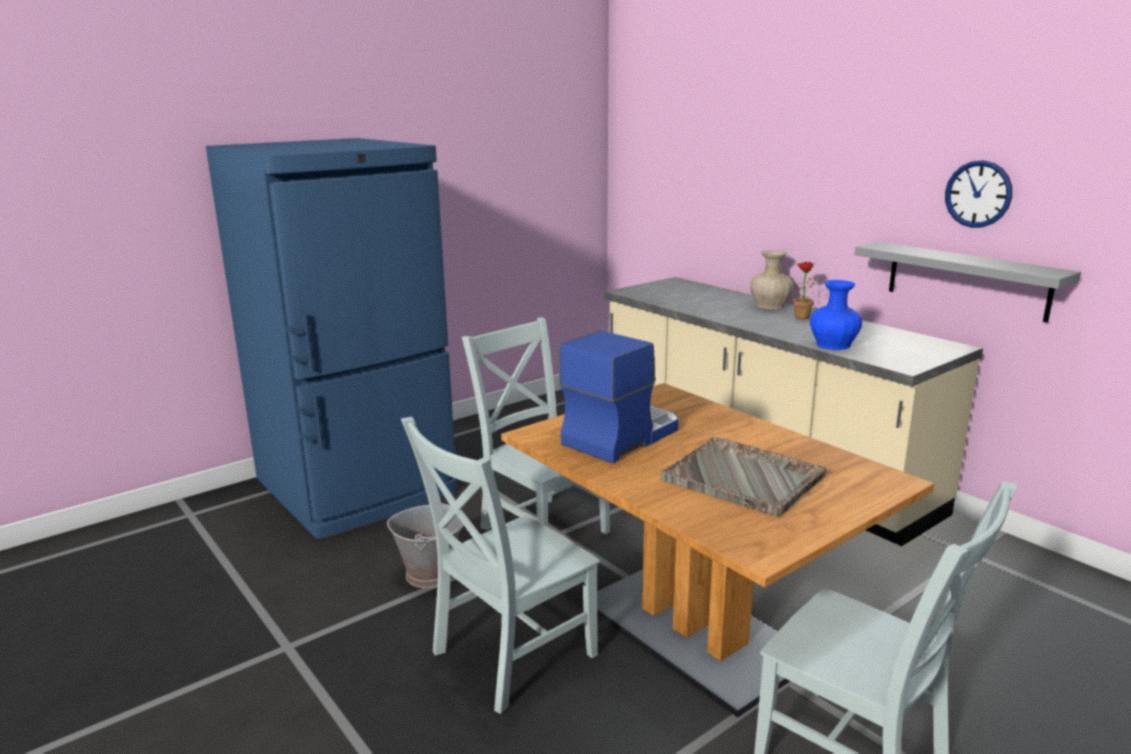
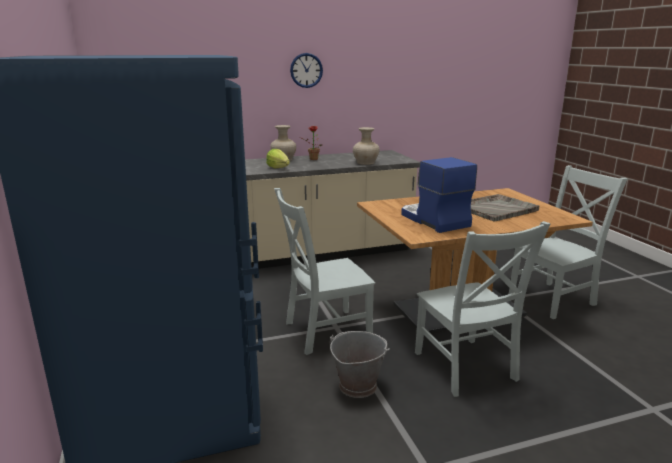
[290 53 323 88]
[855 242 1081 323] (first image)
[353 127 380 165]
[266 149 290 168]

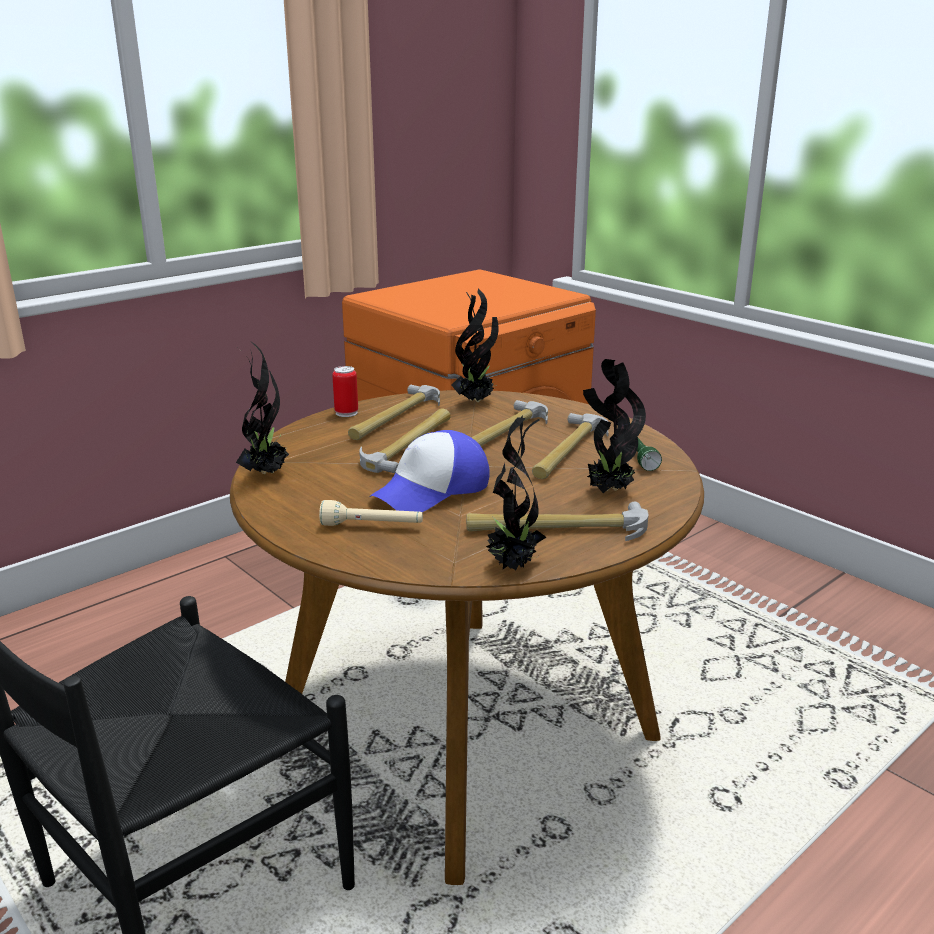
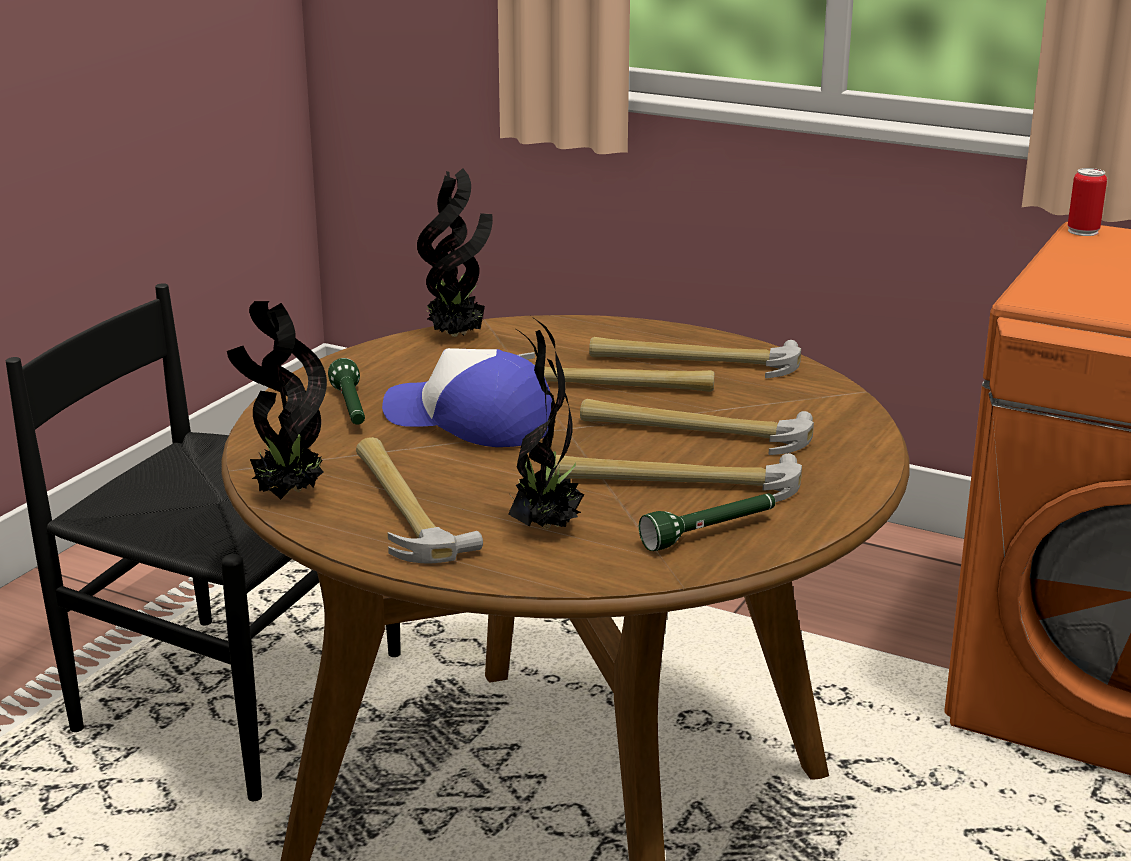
[451 289 499 402] (first image)
[1068 168 1107 236]
[328 358 365 425]

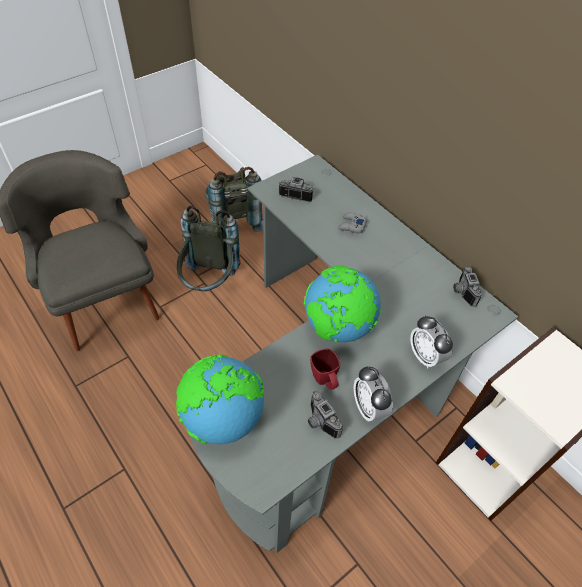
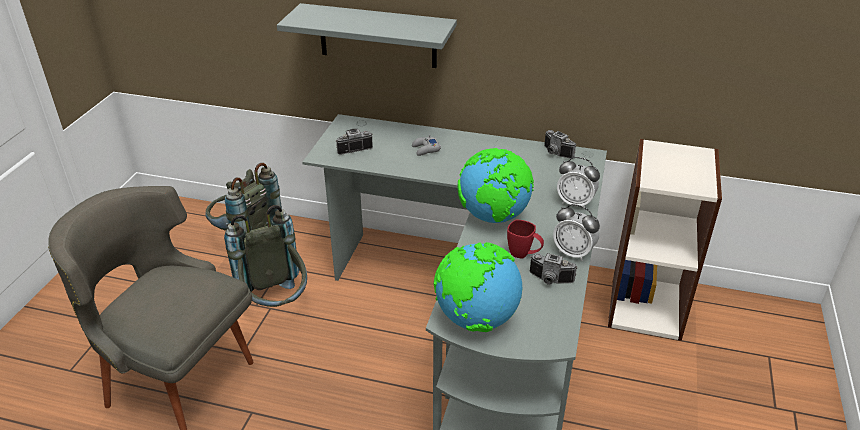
[277 3 457 68]

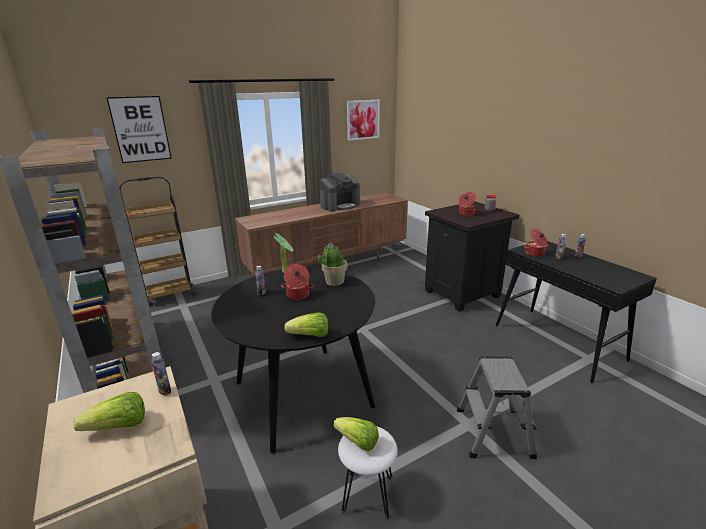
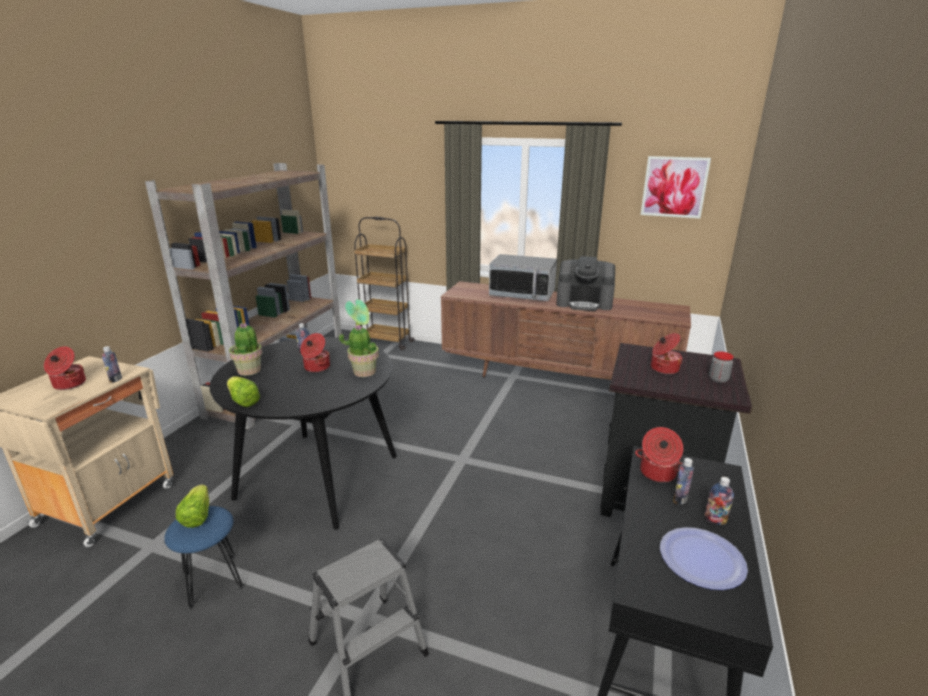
[106 96 172 163] (first image)
[44 346 86 390]
[164 506 243 609]
[489 254 557 301]
[229 322 262 376]
[660 527 748 590]

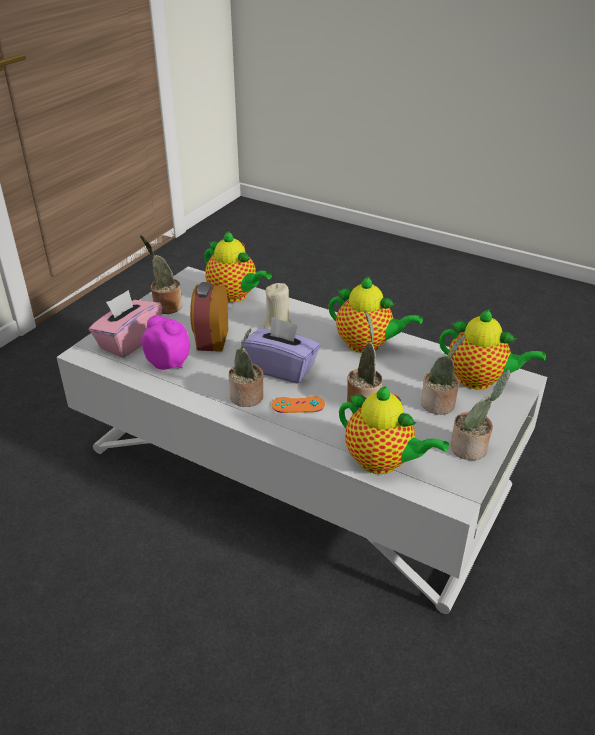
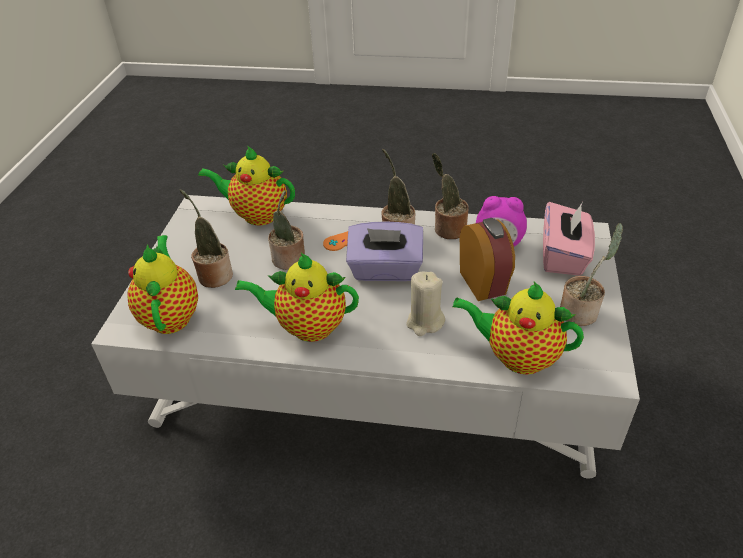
[127 235 198 334]
[432 153 469 239]

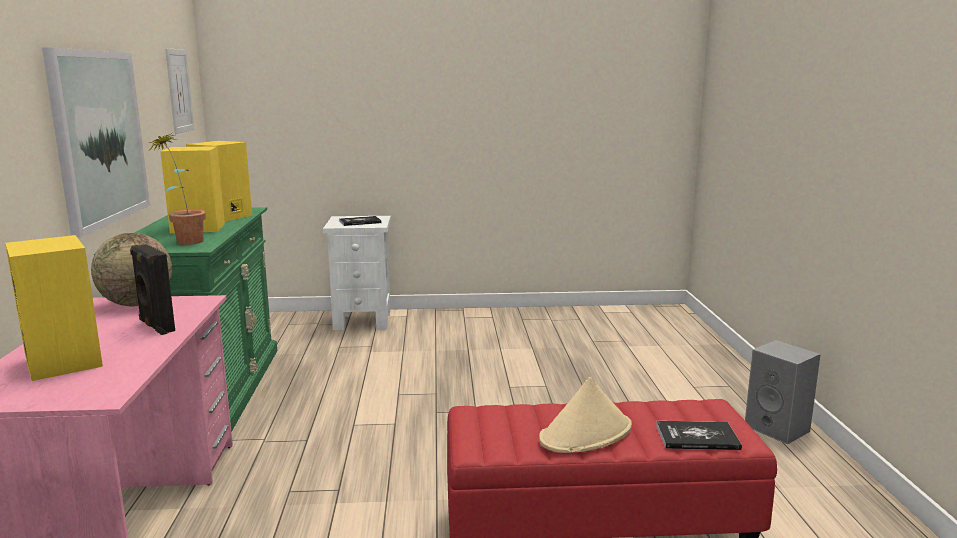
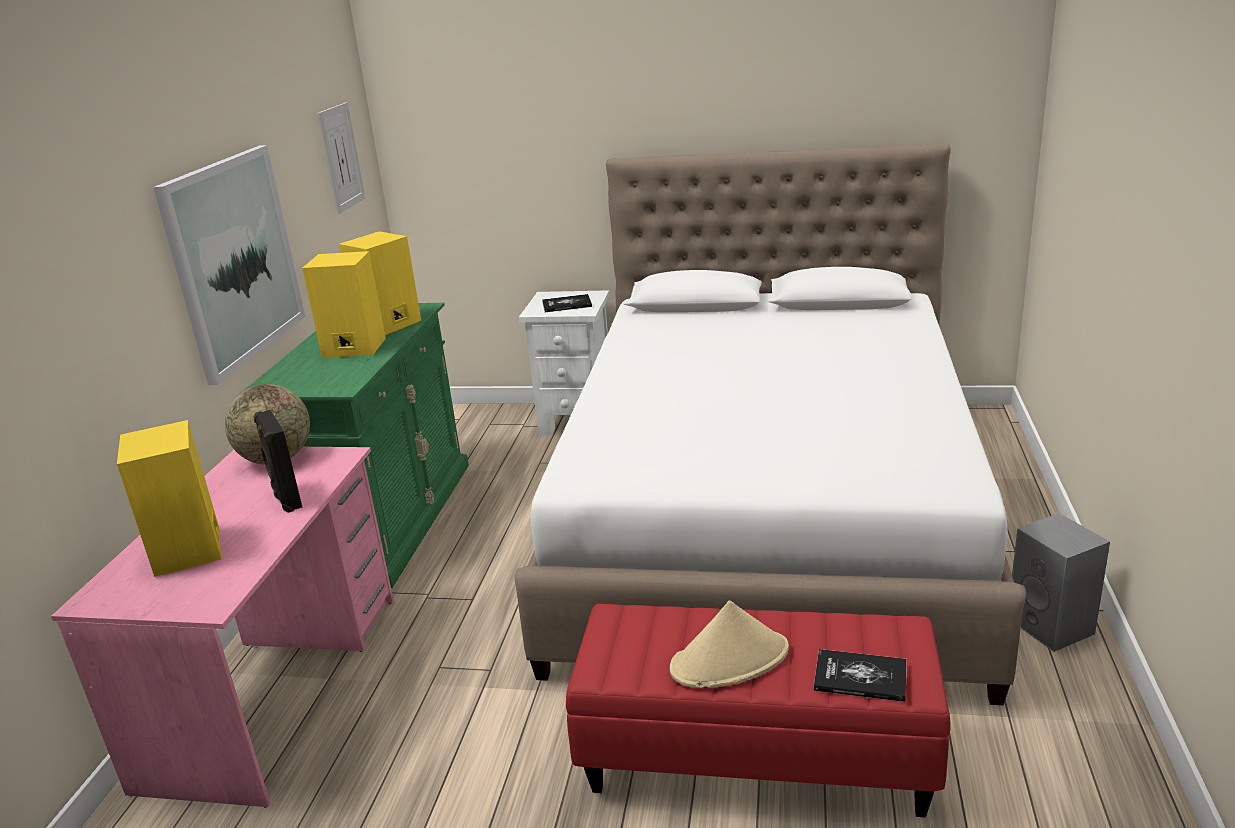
[148 132 206 245] (first image)
[514 143 1026 705]

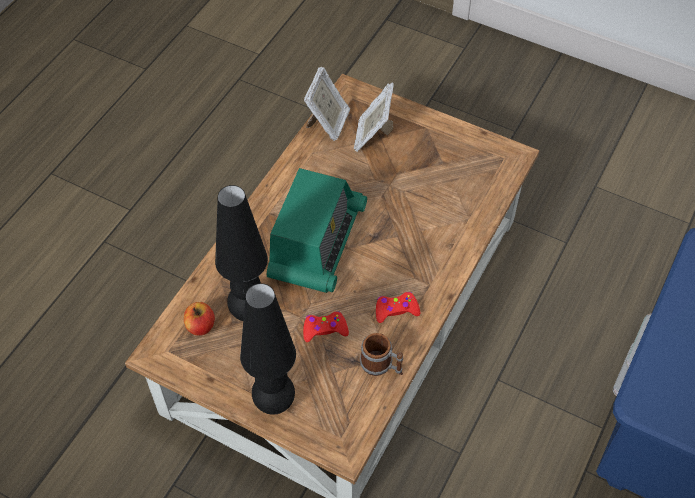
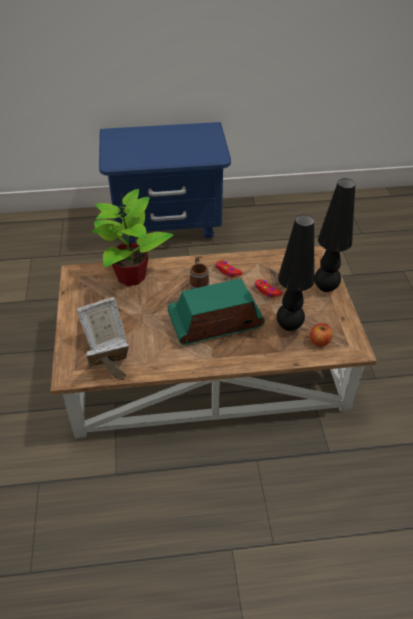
[189 257 210 289]
[91 189 174 286]

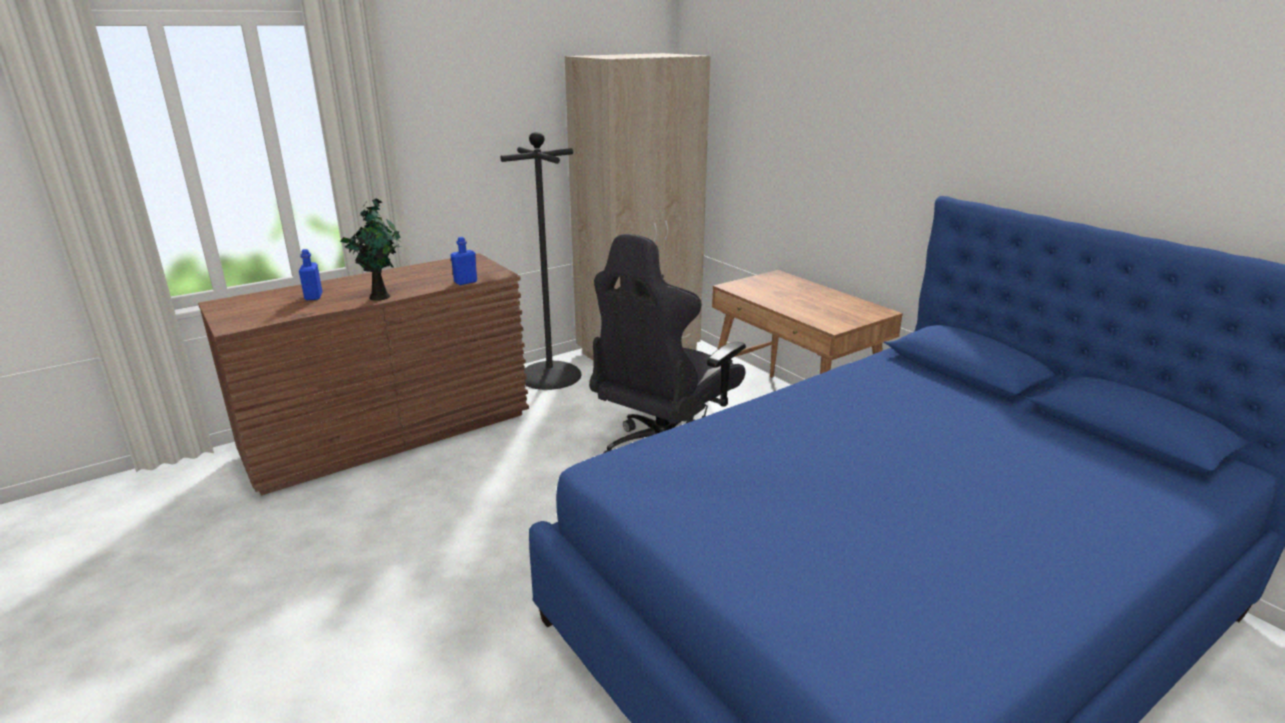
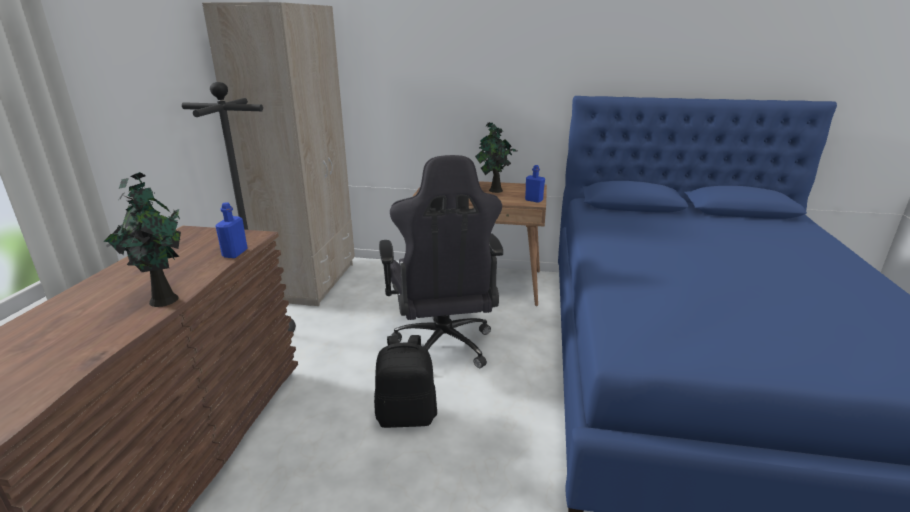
[525 165 545 203]
[475 121 517 193]
[374 335 437 428]

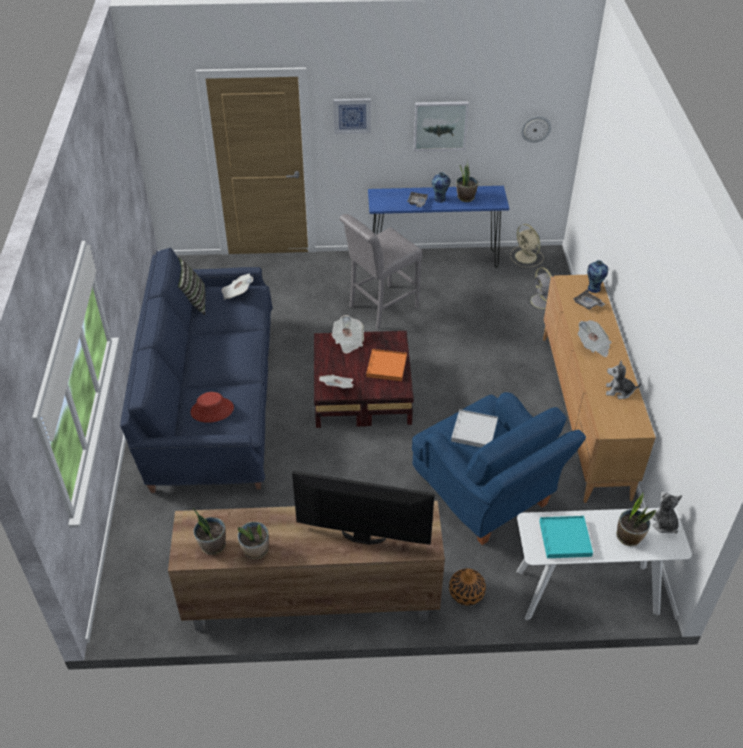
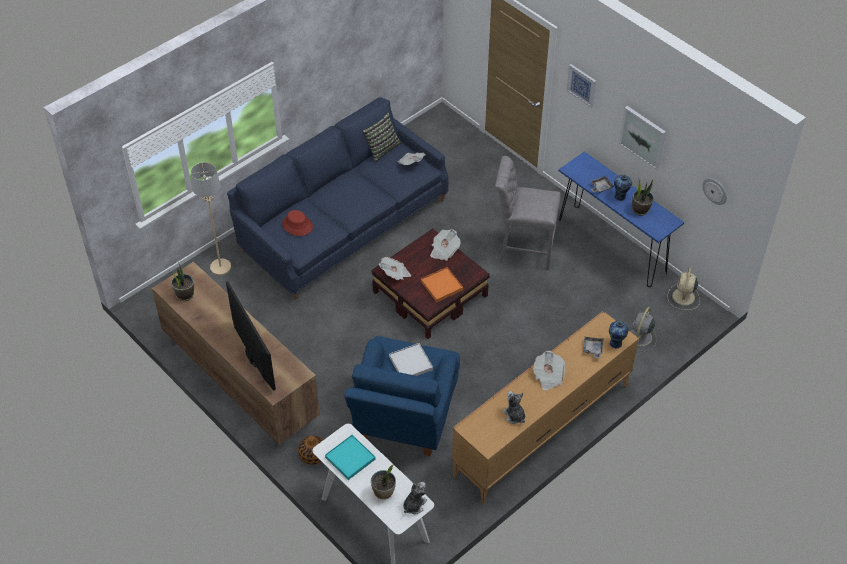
[238 522 269 559] (first image)
[191 162 231 276]

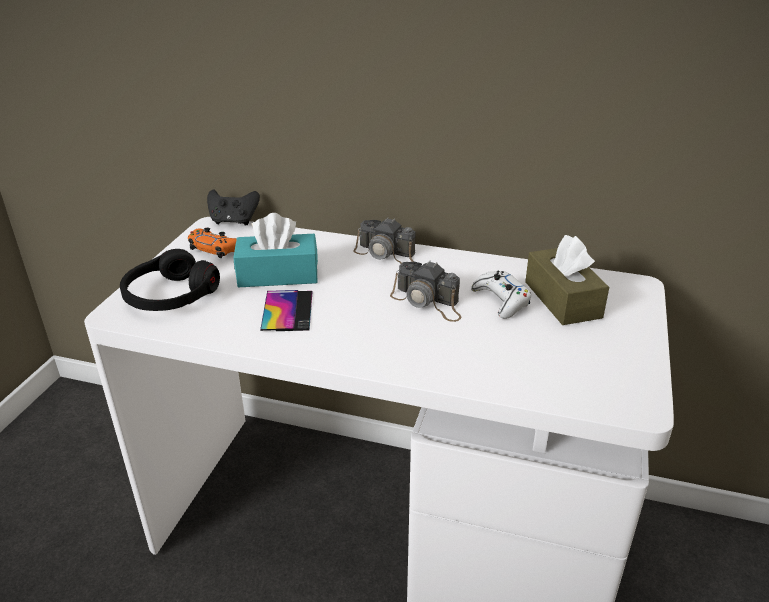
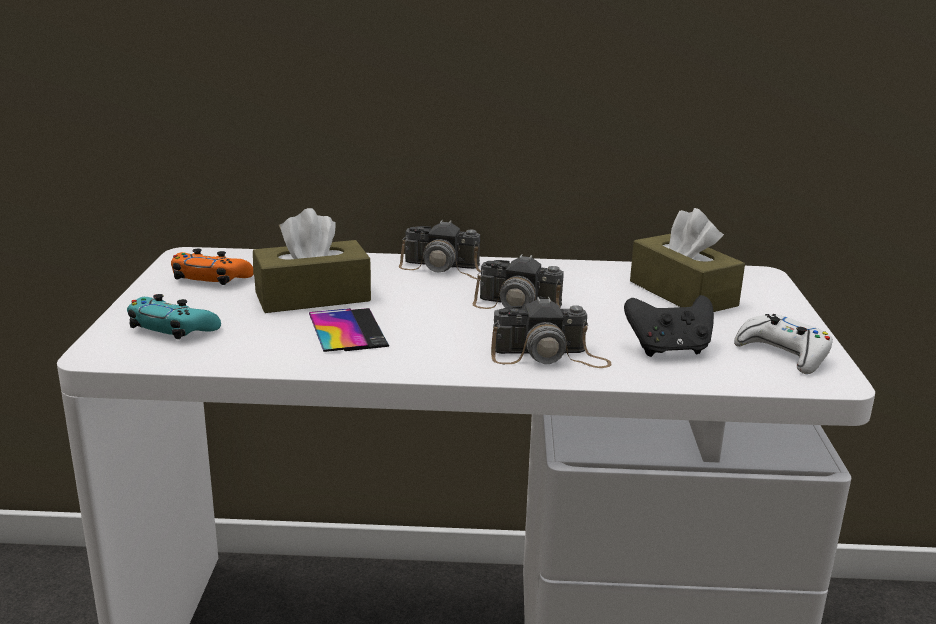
[624 295 714 357]
[253 208 371 313]
[127 294 221 339]
[734 314 833 374]
[491 297 611 368]

